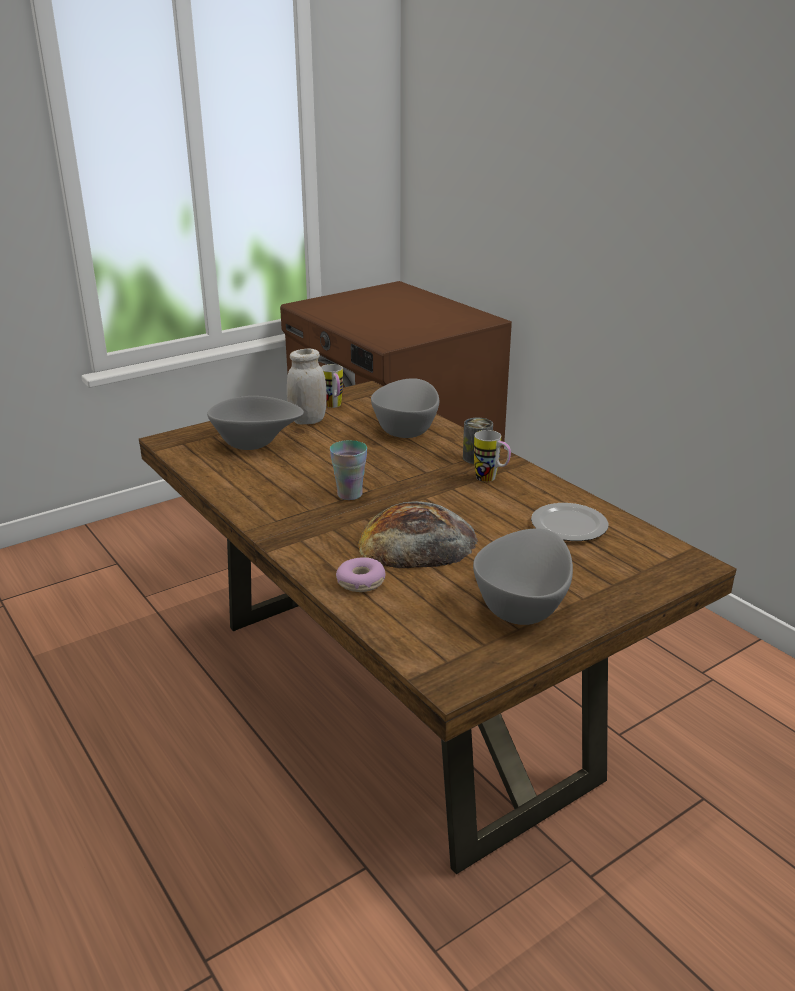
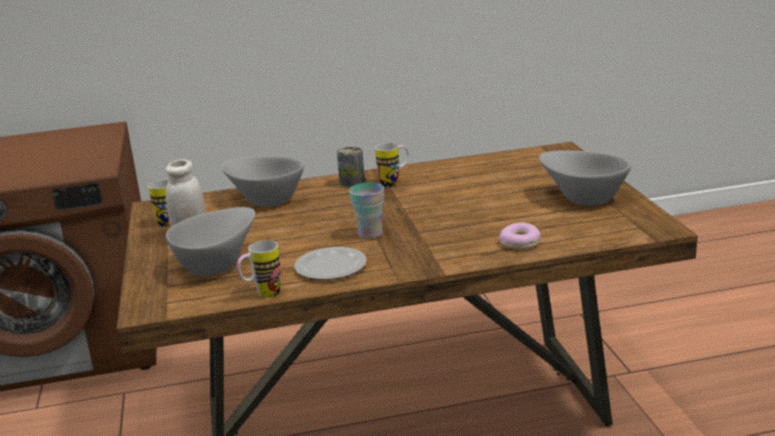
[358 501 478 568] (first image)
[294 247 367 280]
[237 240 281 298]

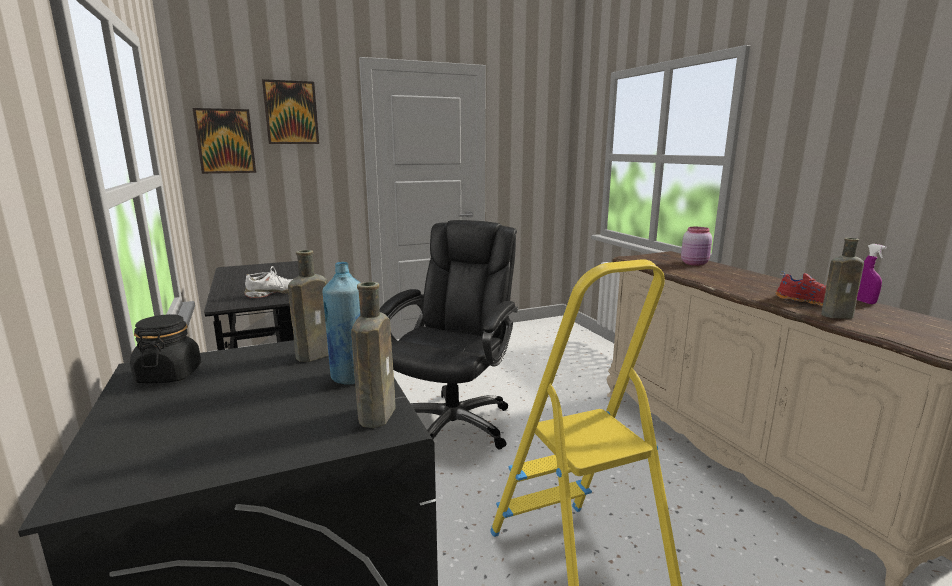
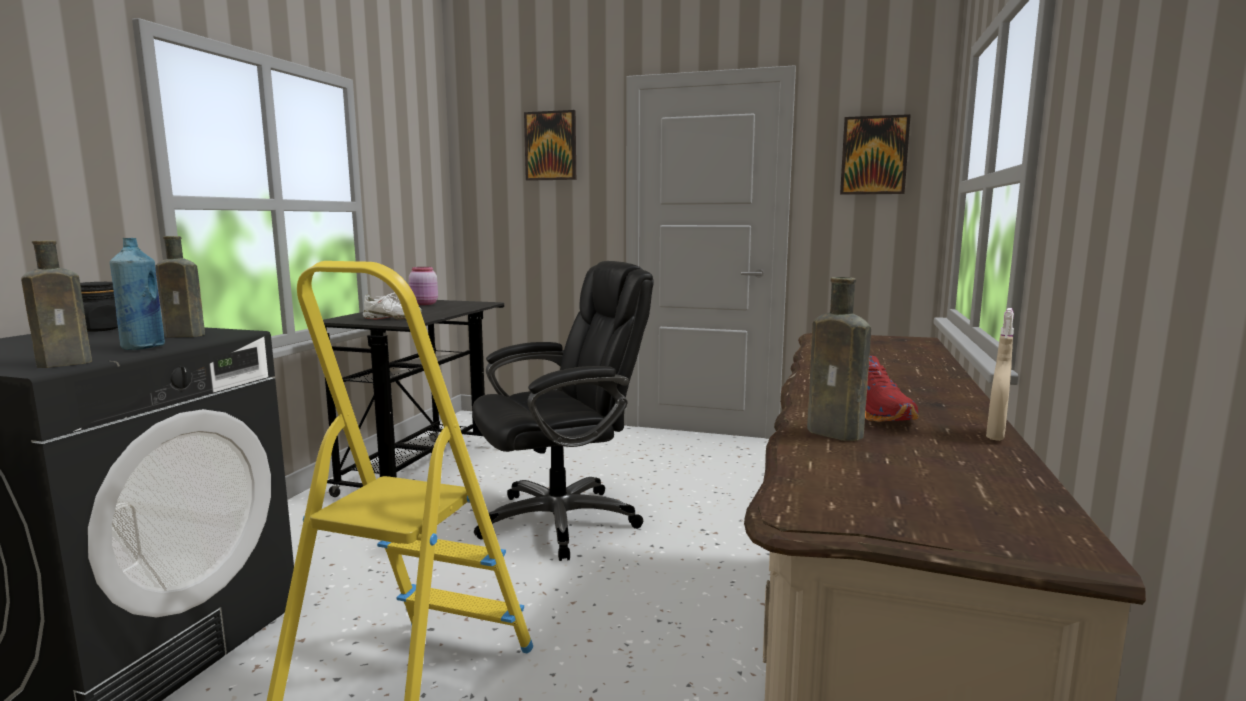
[840 114 911 195]
[409 267 438 305]
[986 308 1014 441]

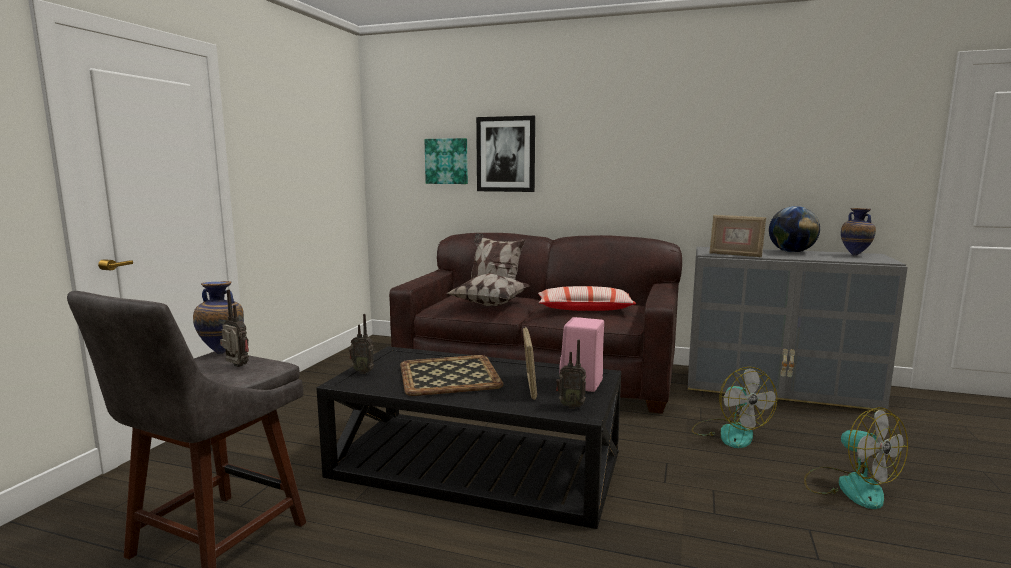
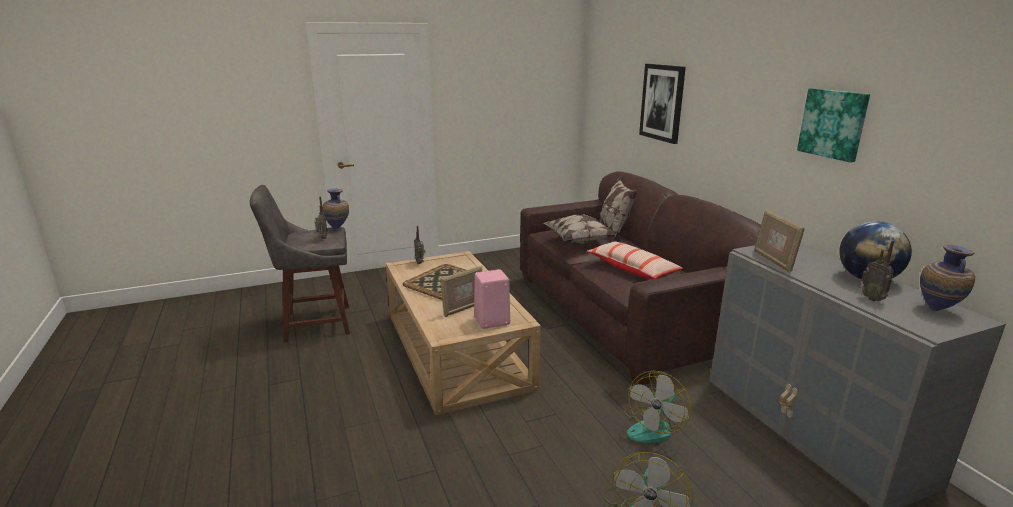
[797 88 870 162]
[861 241 894 301]
[386 251 541 415]

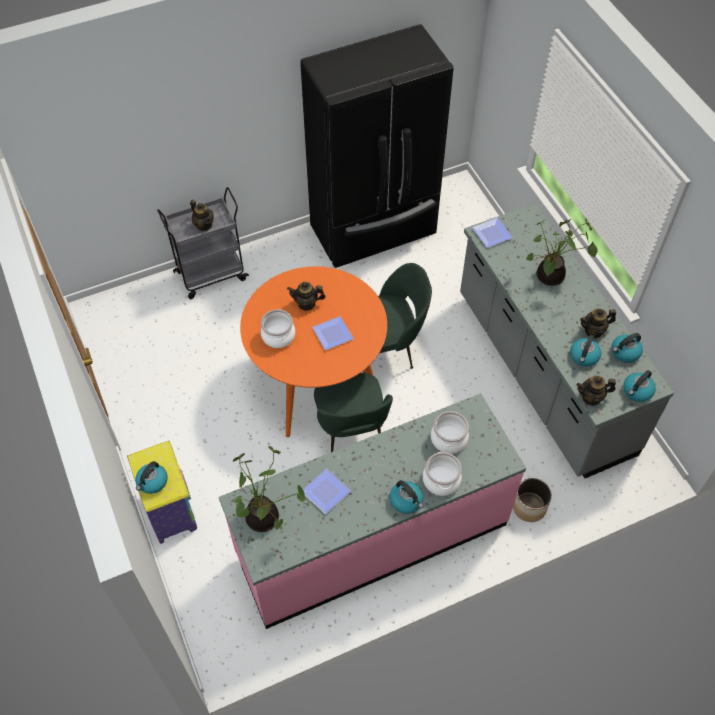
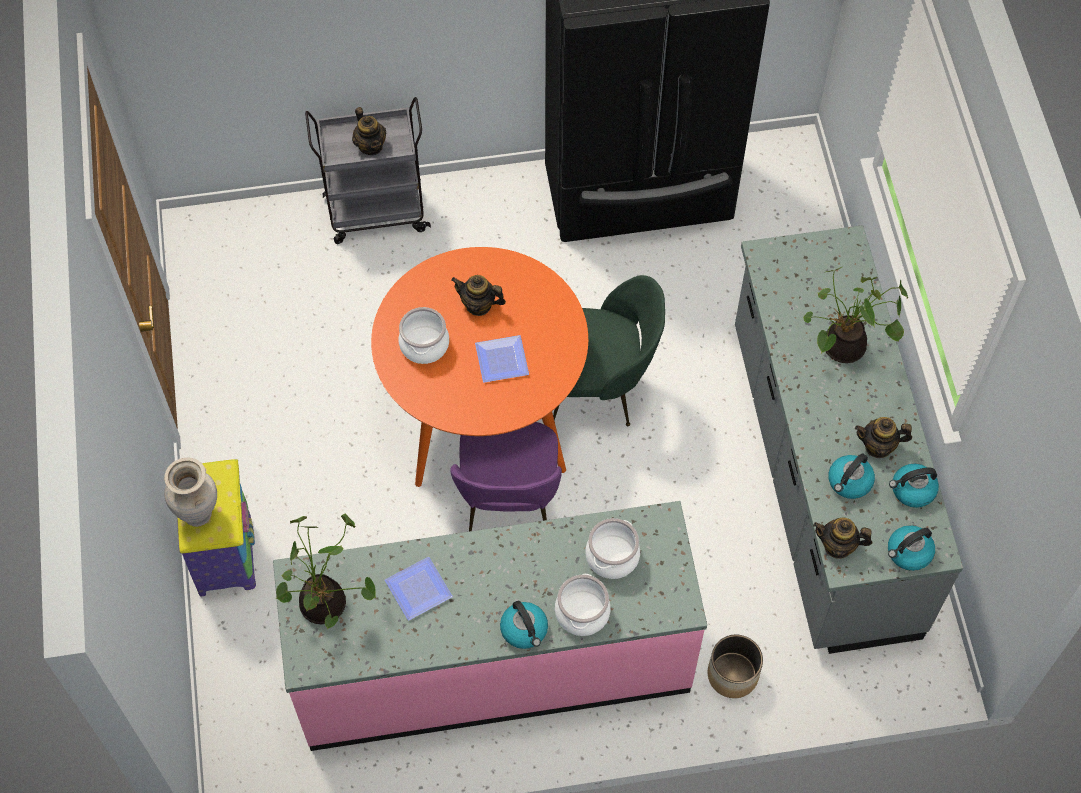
[472 218 513 248] (first image)
[450 422 562 532]
[164 457 217 527]

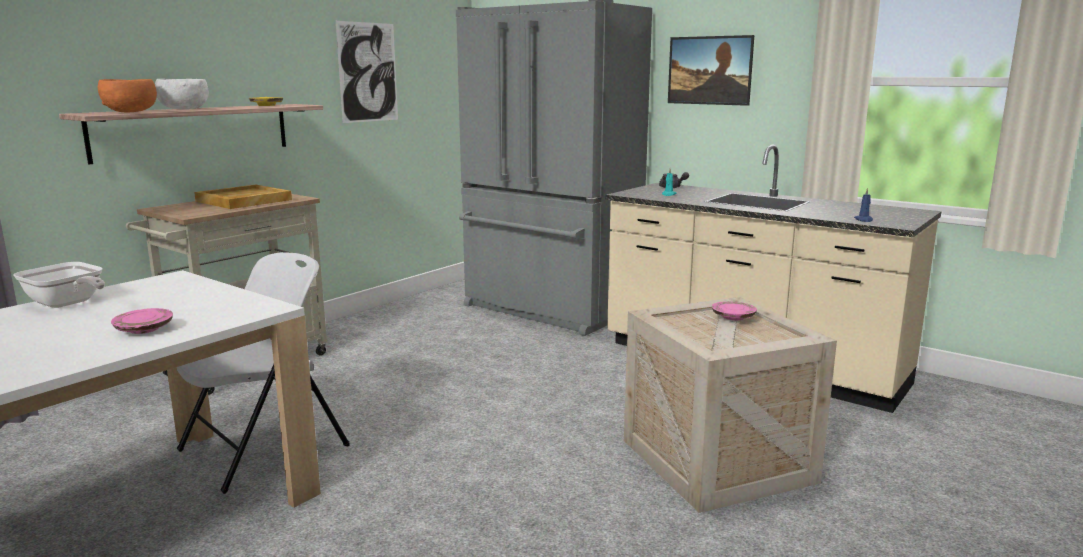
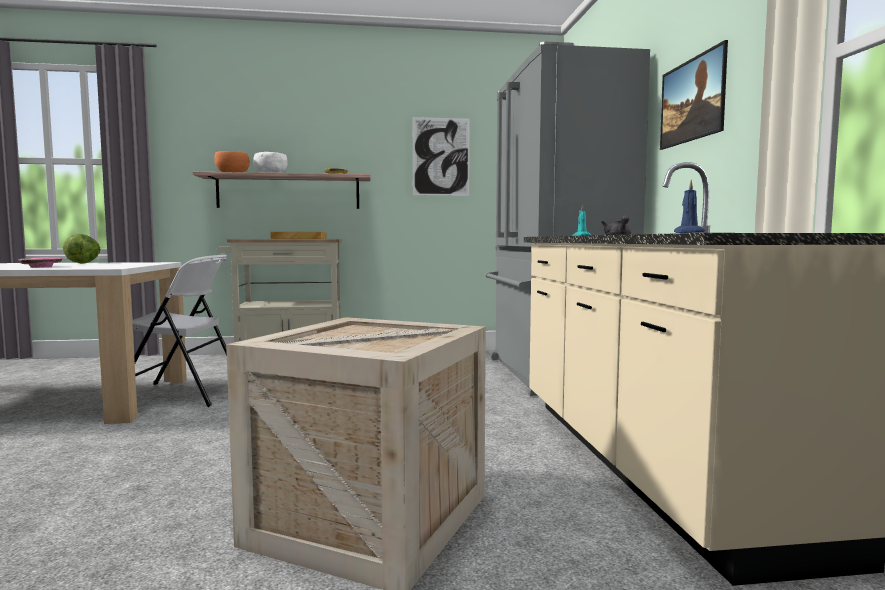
[63 234 100 263]
[712 301 757 320] (first image)

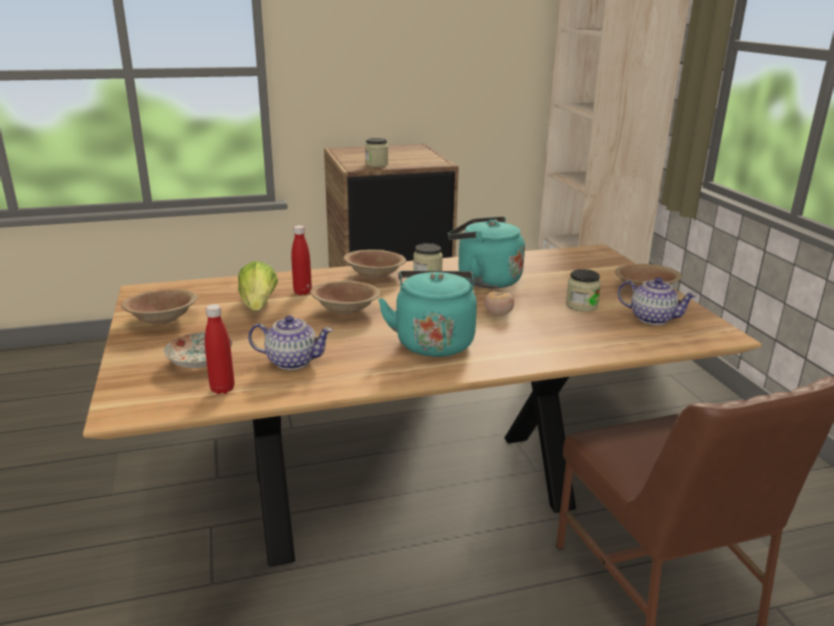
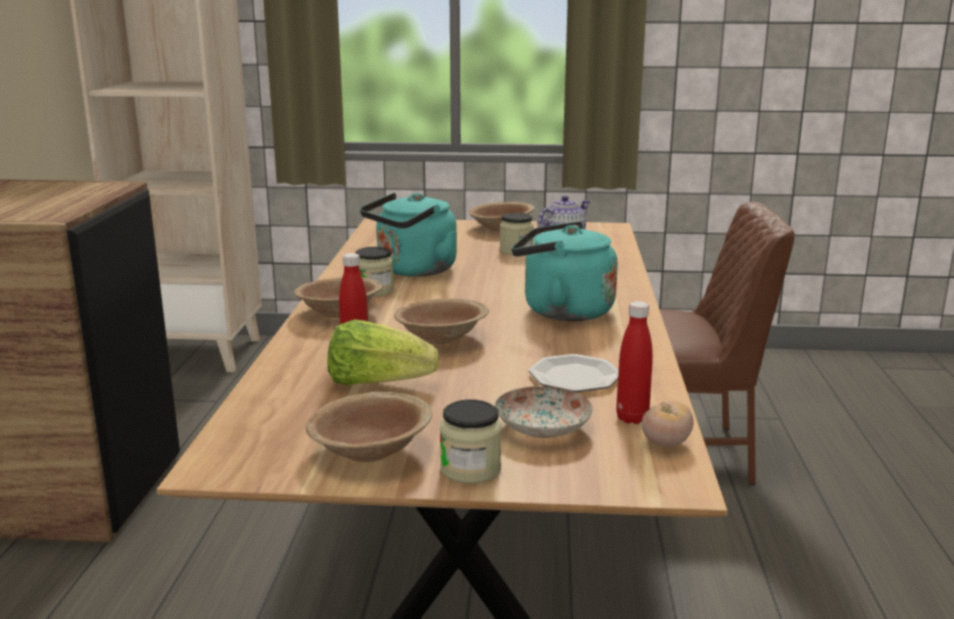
[440 399 502 484]
[642 401 694 447]
[529 354 619 392]

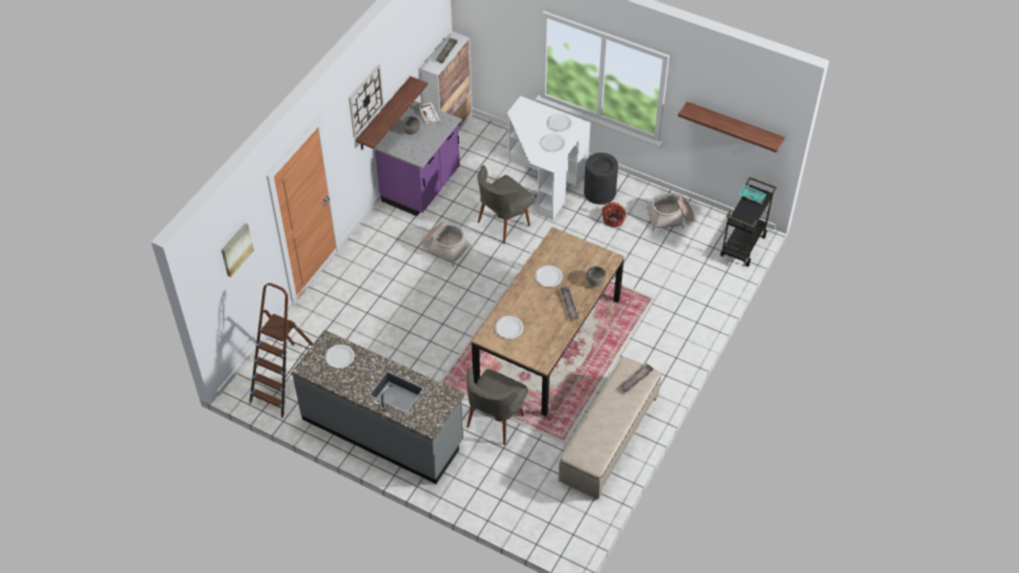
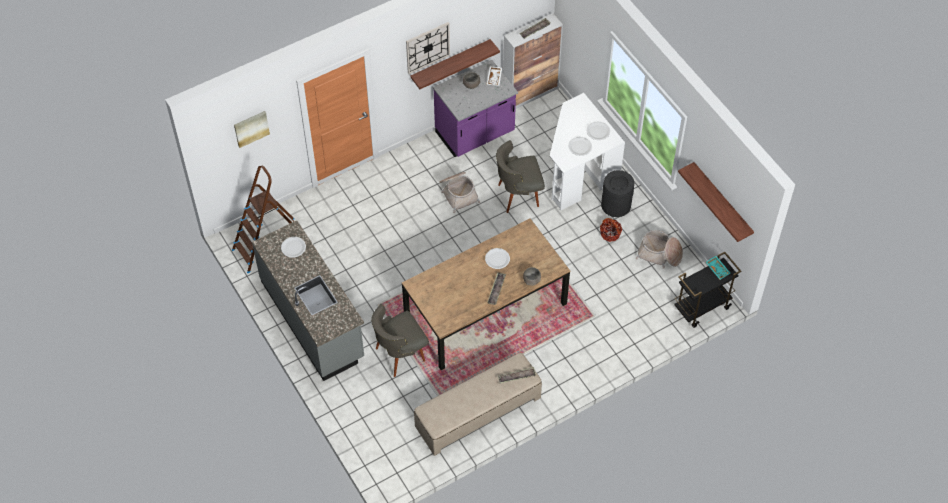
[495 316 523 339] (first image)

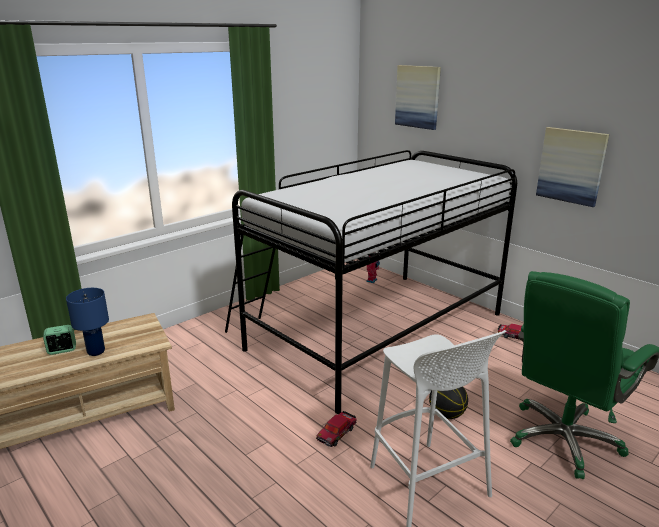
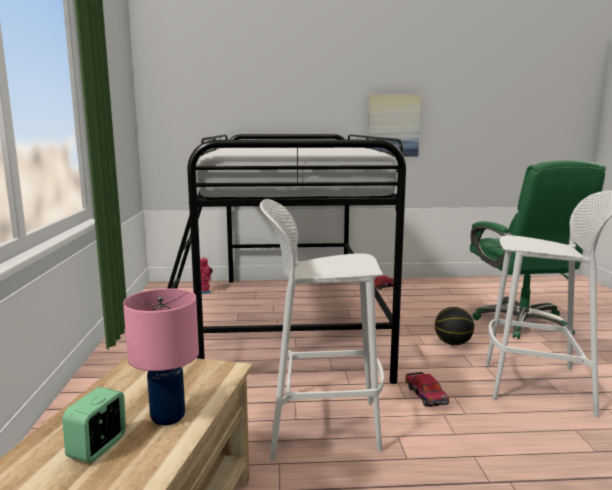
[395 65 441 130] (first image)
[123 288 199 426]
[260 199 384 461]

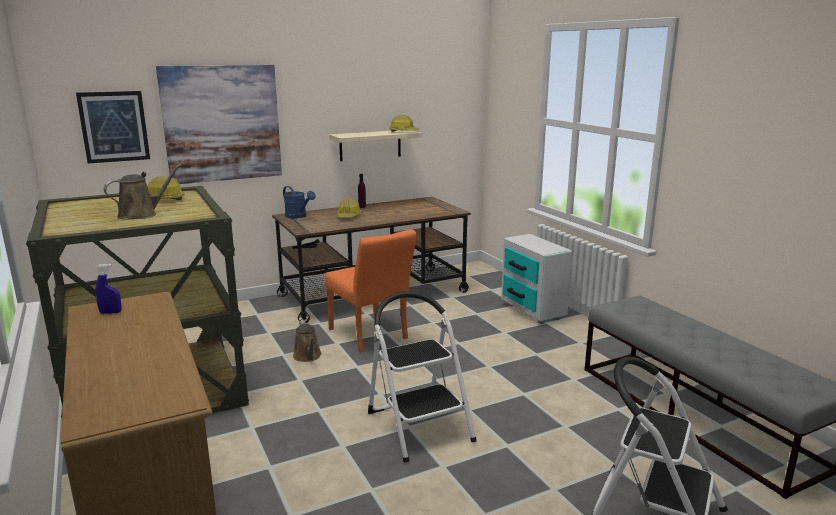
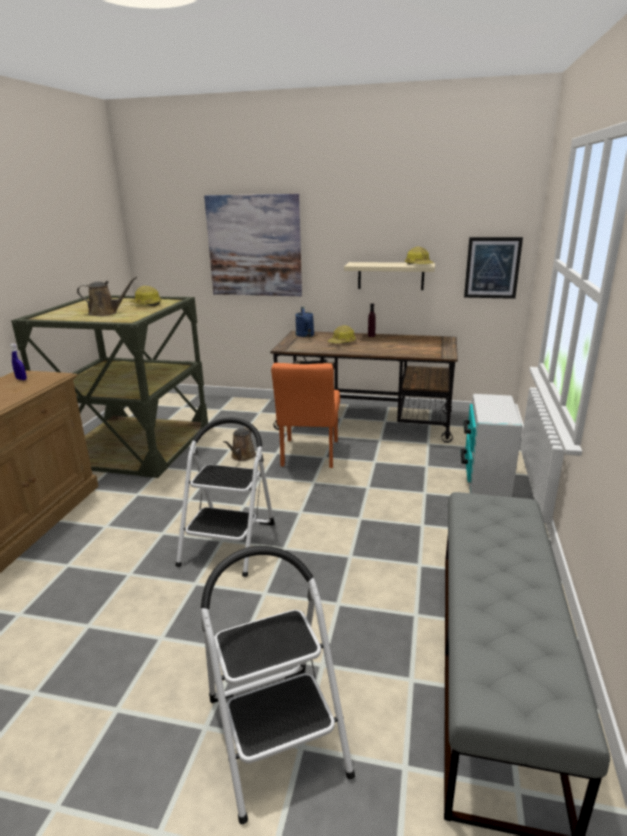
[464 237 523 299]

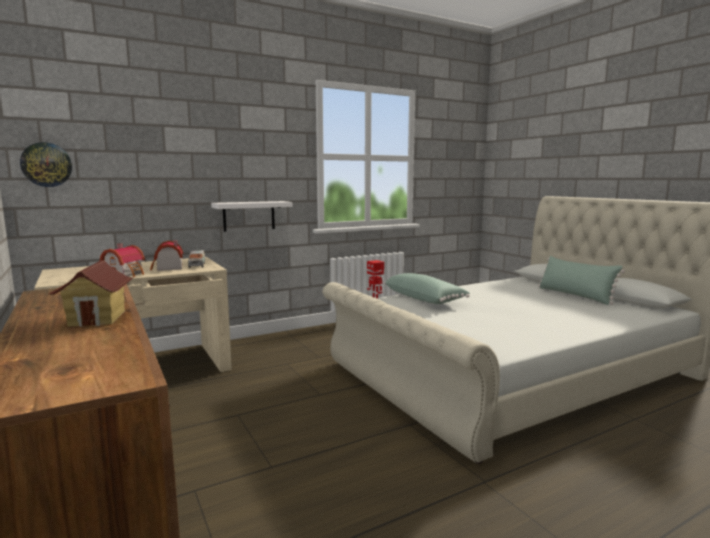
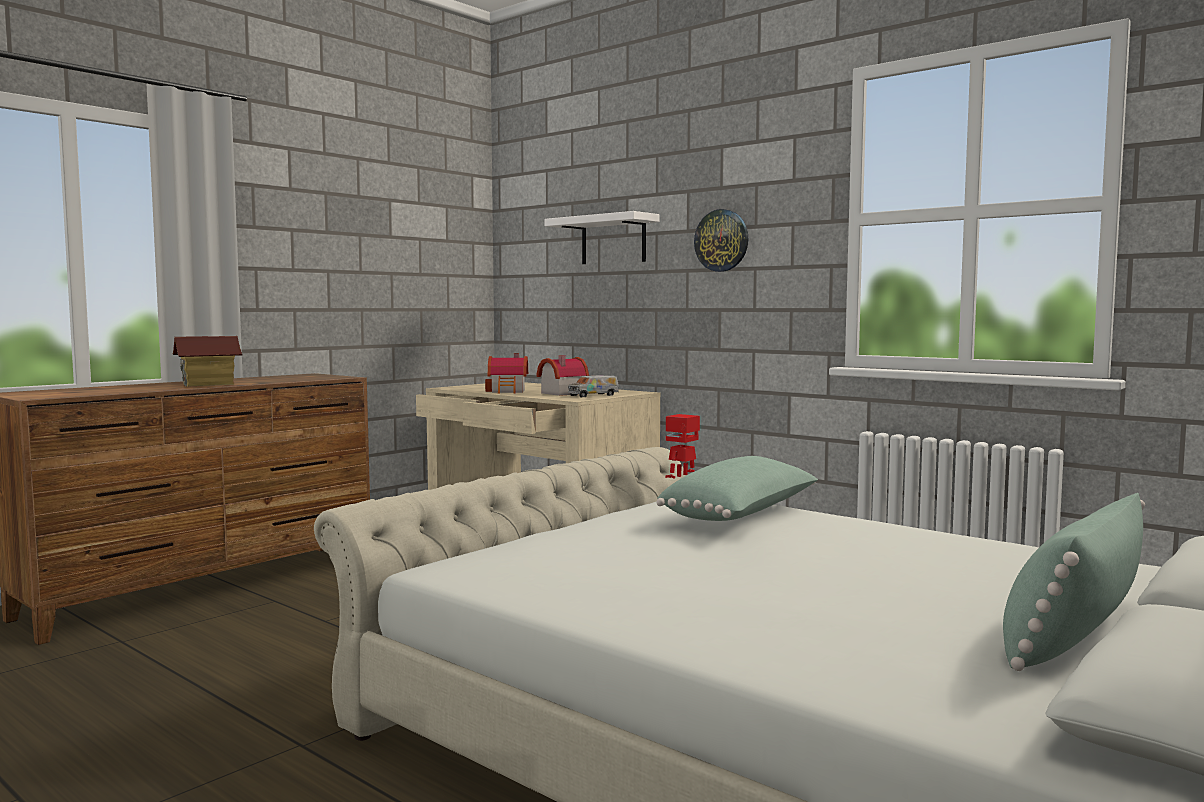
[694 209 748 272]
[544 211 660 264]

